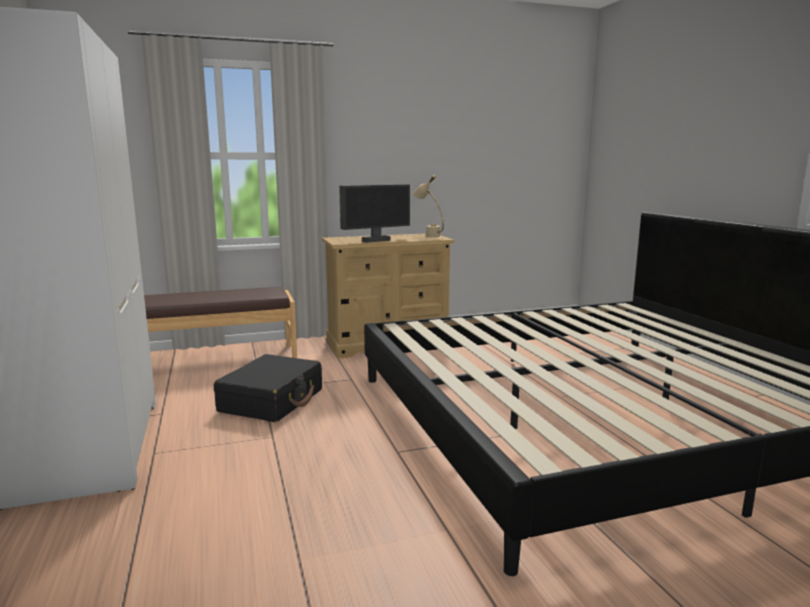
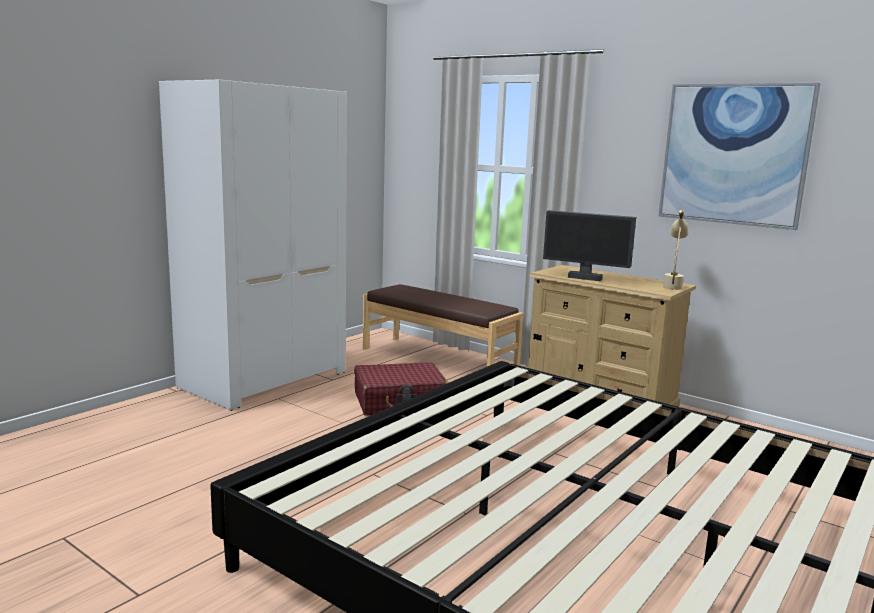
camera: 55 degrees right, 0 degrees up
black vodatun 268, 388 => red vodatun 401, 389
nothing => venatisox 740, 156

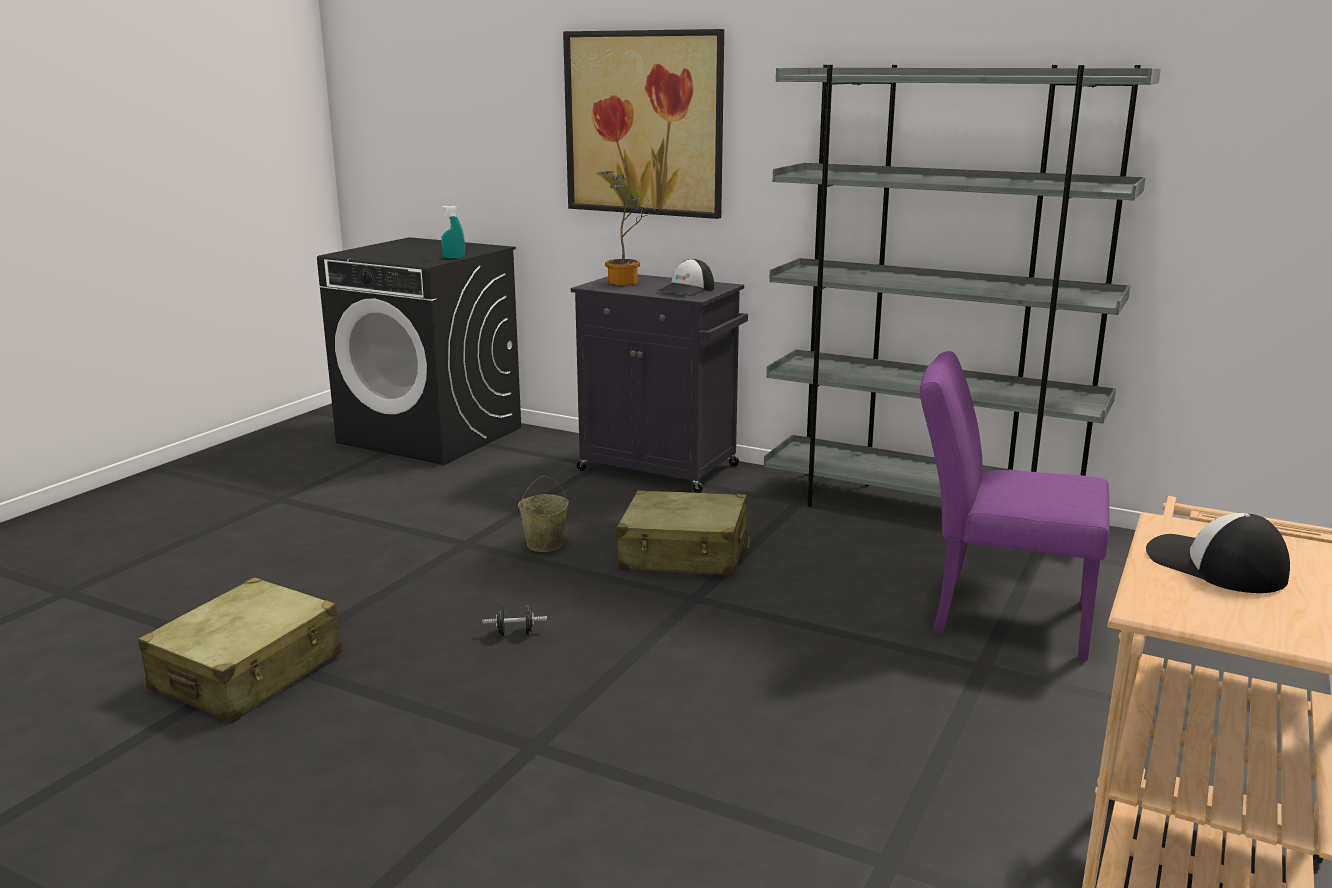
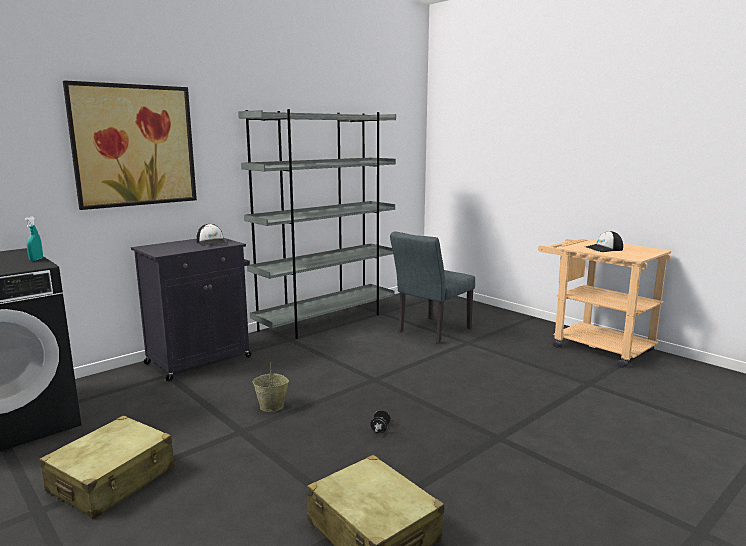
camera: 70 degrees left, 5 degrees down
beige vodatun 683, 533 => beige vodatun 107, 467, relocated
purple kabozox 1015, 505 => grey kabozox 432, 288
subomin 631, 228 => nothing

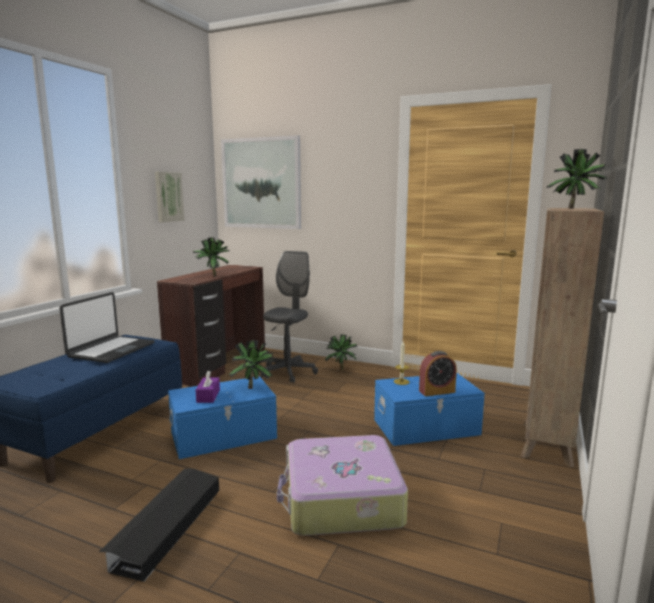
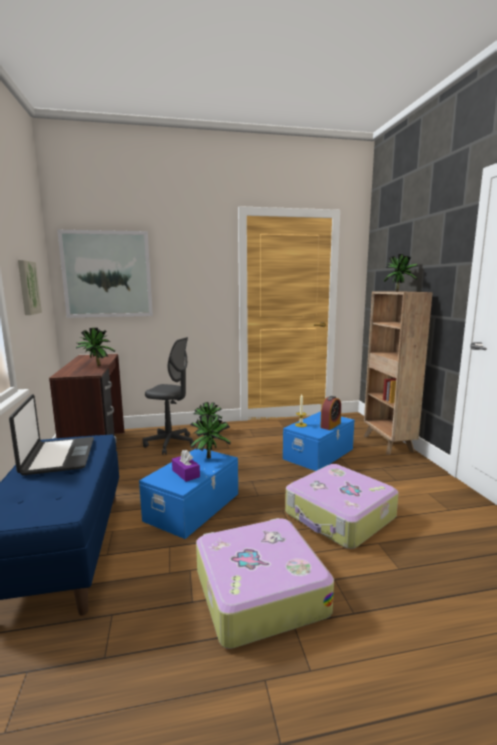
camera: 35 degrees left, 0 degrees up
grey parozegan 289, 317 => grey parozegan 169, 396, 120 degrees clockwise
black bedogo 159, 525 => vodatun 265, 583

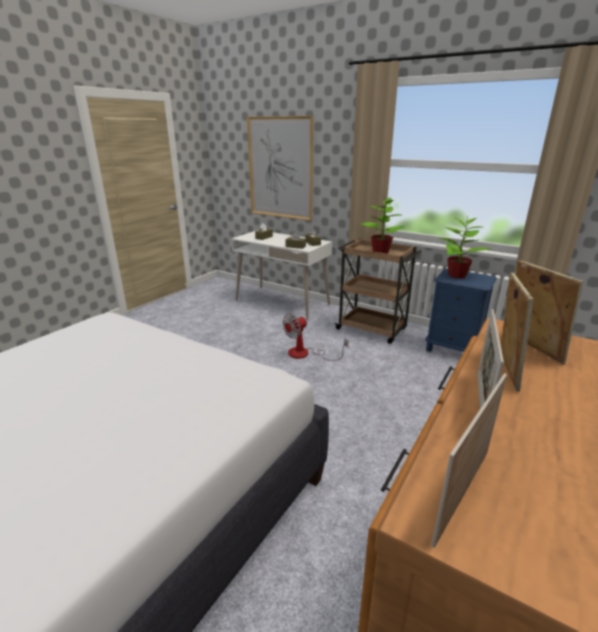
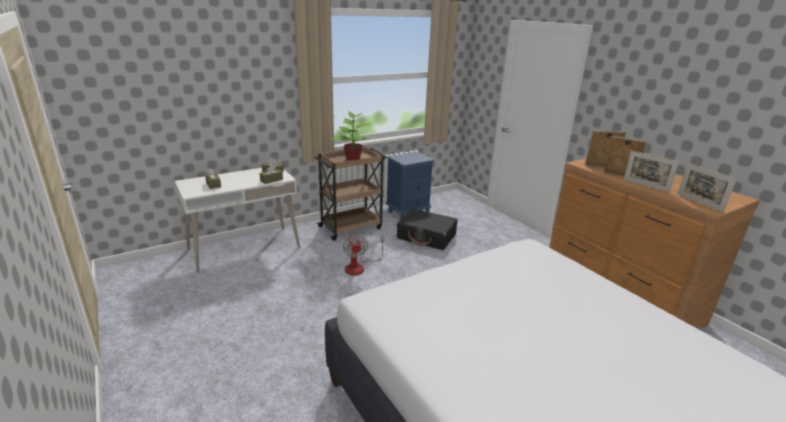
camera: 65 degrees left, 0 degrees up
nothing => black vodatun 427, 229
venatisox 280, 168 => nothing
subomin 465, 247 => nothing

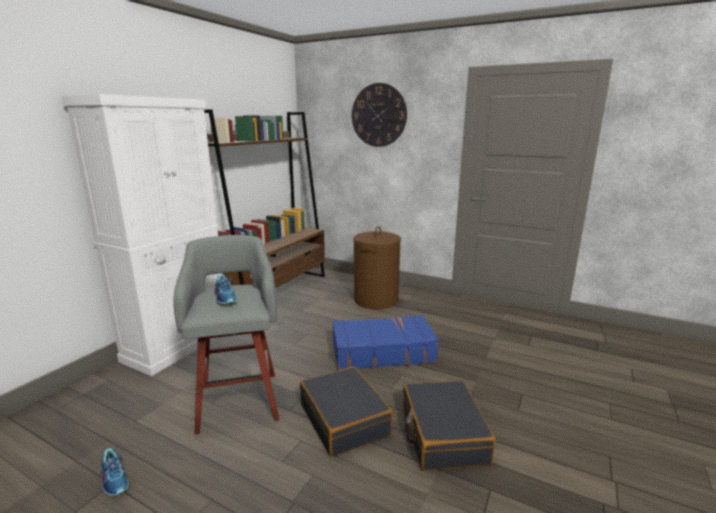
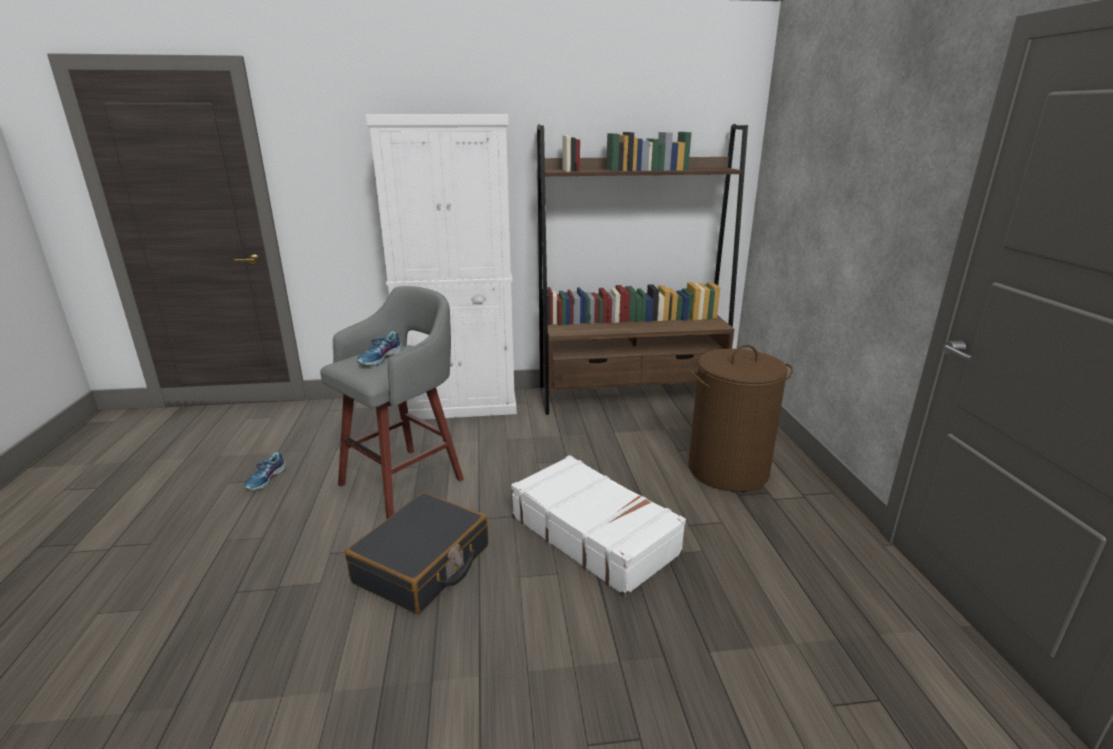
camera: 55 degrees right, 5 degrees up
blue vodatun 386, 342 => white vodatun 598, 526
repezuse 379, 115 => nothing
black vodatun 449, 425 => nothing

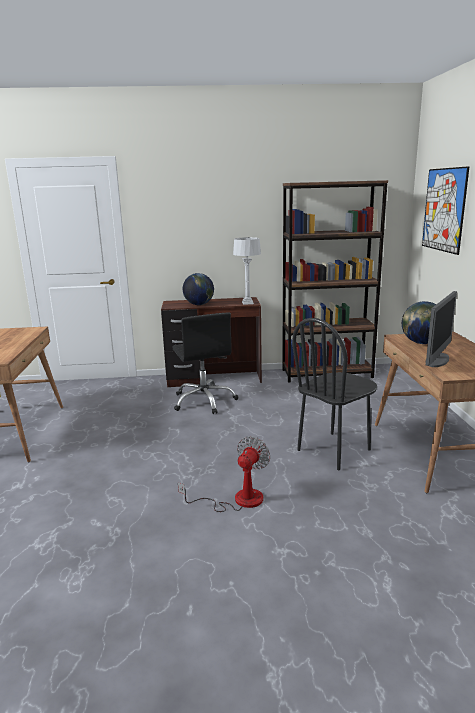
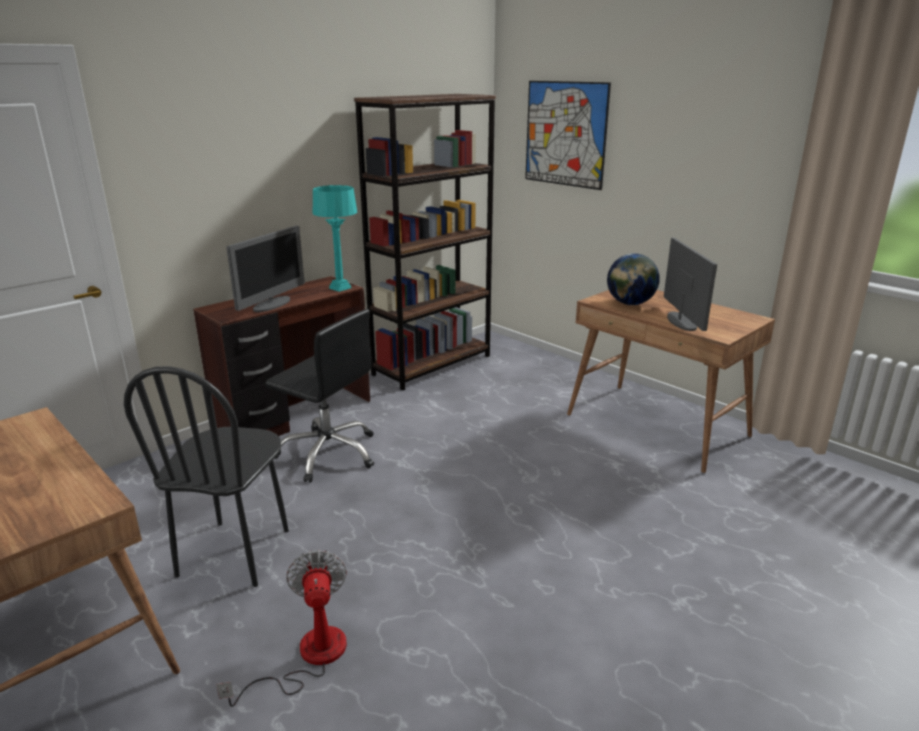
camera: 40 degrees left, 5 degrees up
black kabozox 334, 394 => black kabozox 206, 476, relocated
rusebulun 224, 474 => rusebulun 281, 628, relocated
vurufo 198, 289 => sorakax 265, 269
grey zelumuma 247, 271 => turquoise zelumuma 335, 238

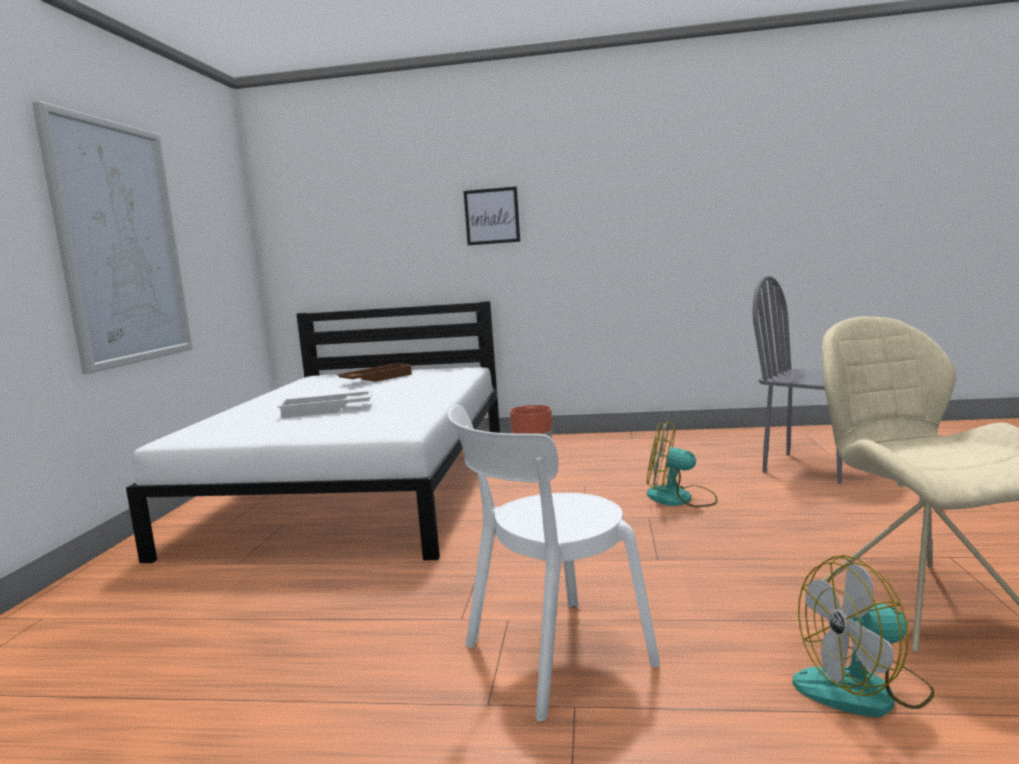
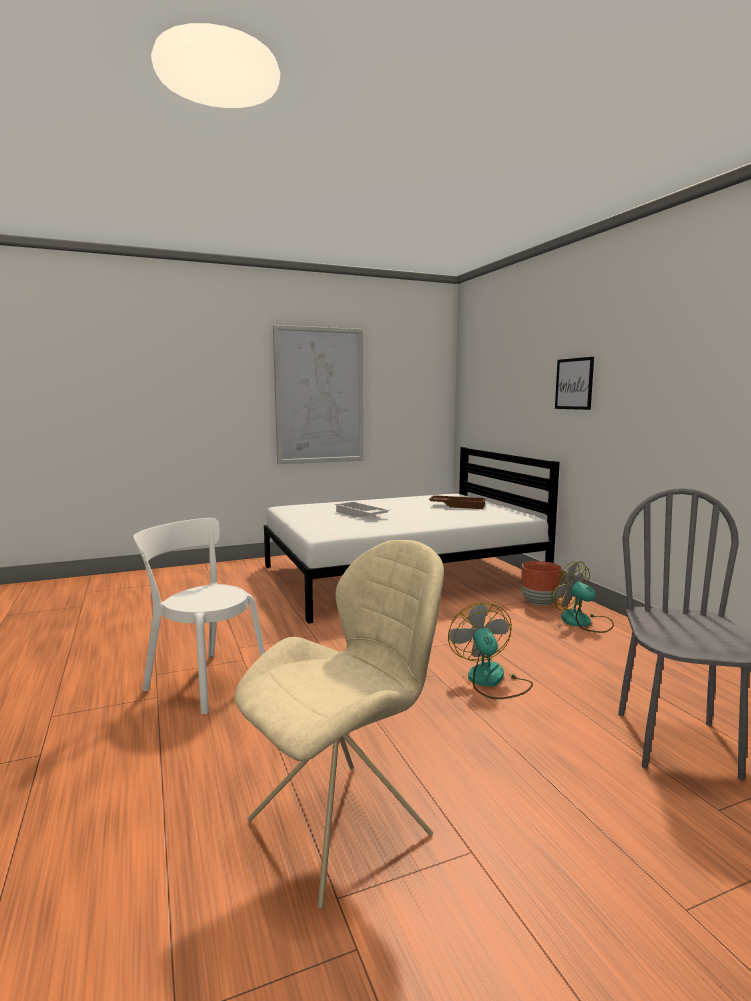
camera: 60 degrees right, 0 degrees up
rusebulun 863, 636 => rusebulun 582, 597, relocated

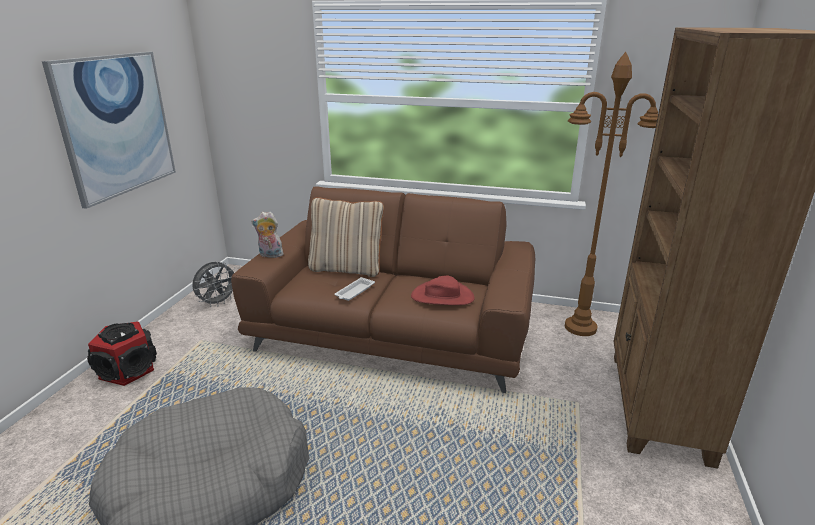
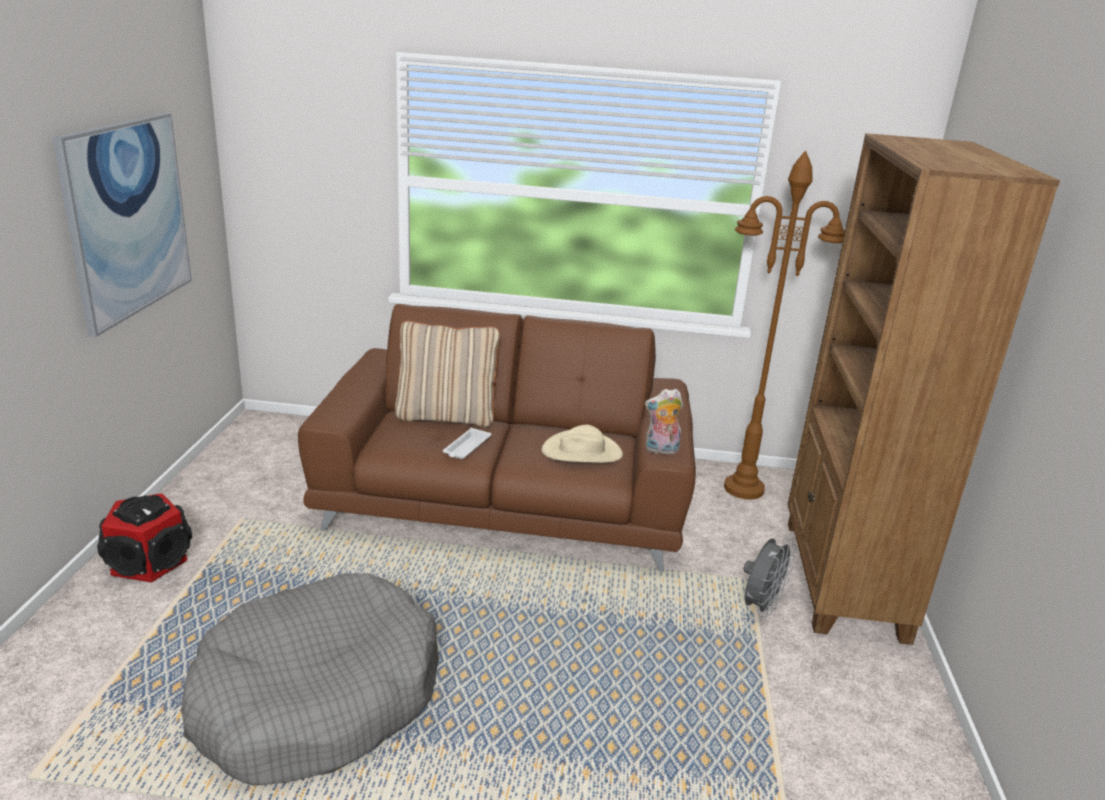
camera: 10 degrees left, 0 degrees up
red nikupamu 443, 290 => beige nikupamu 582, 444
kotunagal 268, 235 => kotunagal 664, 421, relocated
grey rusebulun 213, 284 => grey rusebulun 769, 578, relocated

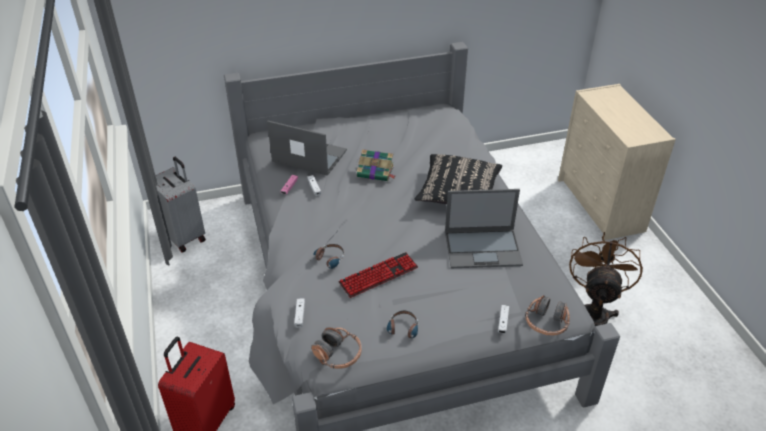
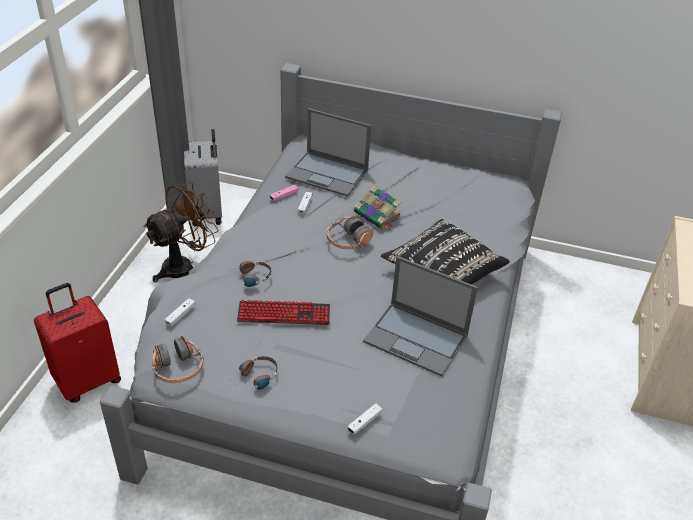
camera: 30 degrees right, 0 degrees up
brown rusebulun 606, 279 => brown rusebulun 180, 232, relocated
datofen 307, 148 => datofen 328, 152, 150 degrees clockwise
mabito 547, 315 => mabito 350, 232, relocated

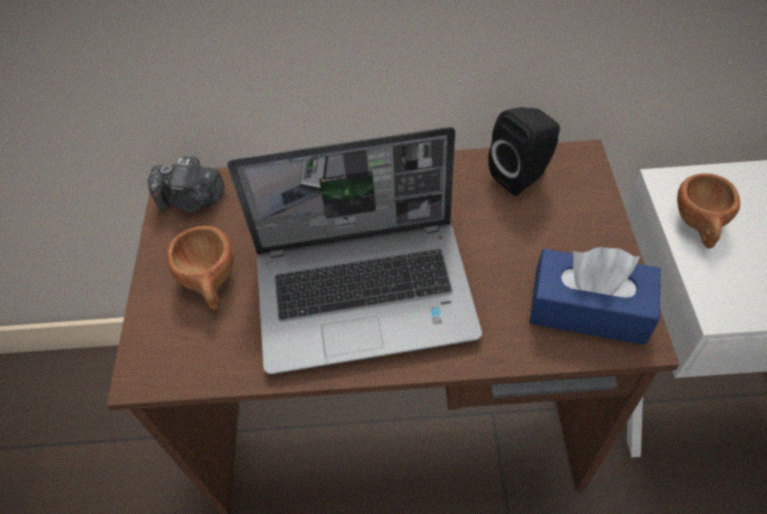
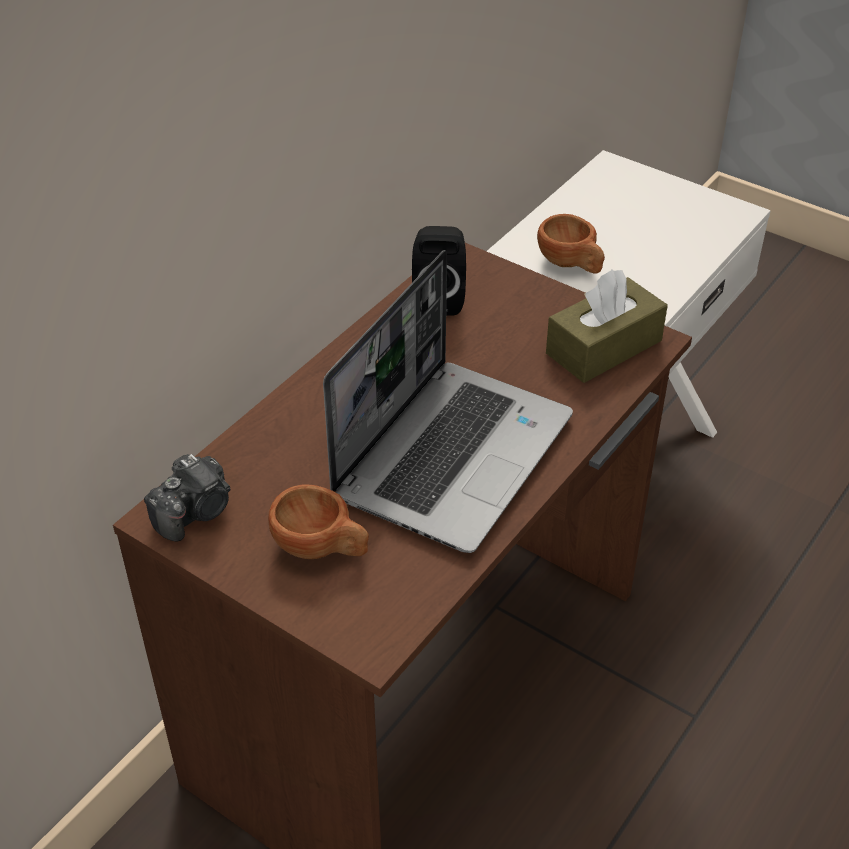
camera: 55 degrees left, 10 degrees down
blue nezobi 595, 296 => brown nezobi 607, 326

